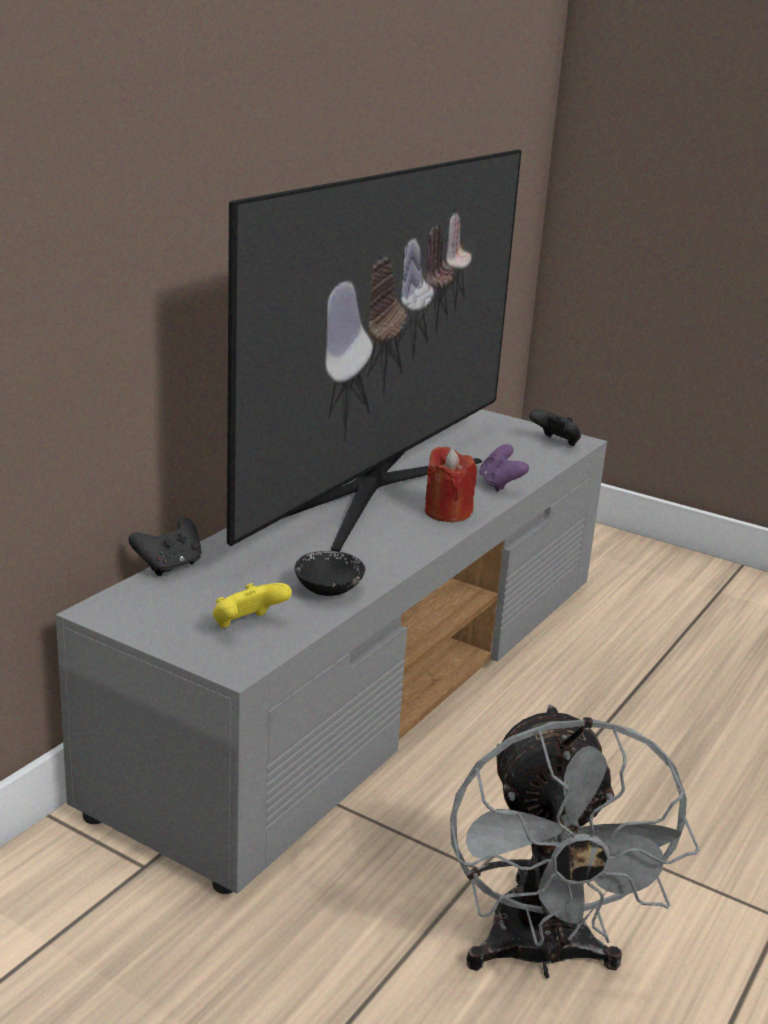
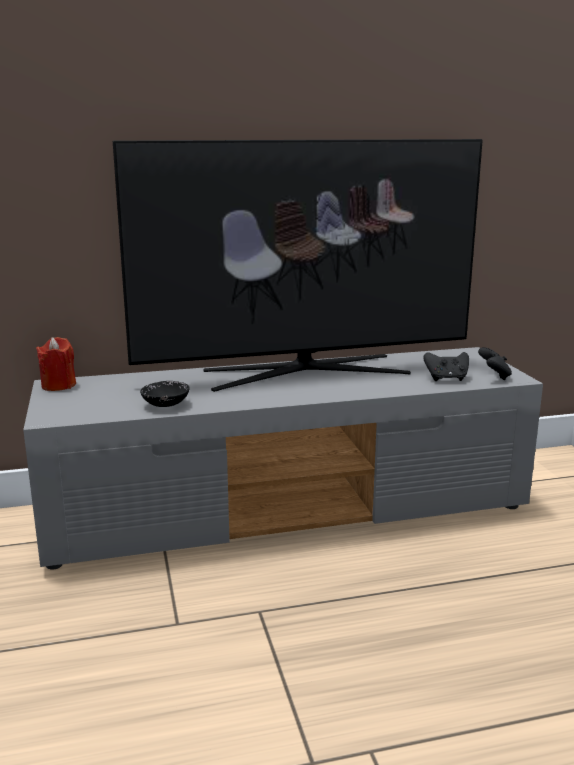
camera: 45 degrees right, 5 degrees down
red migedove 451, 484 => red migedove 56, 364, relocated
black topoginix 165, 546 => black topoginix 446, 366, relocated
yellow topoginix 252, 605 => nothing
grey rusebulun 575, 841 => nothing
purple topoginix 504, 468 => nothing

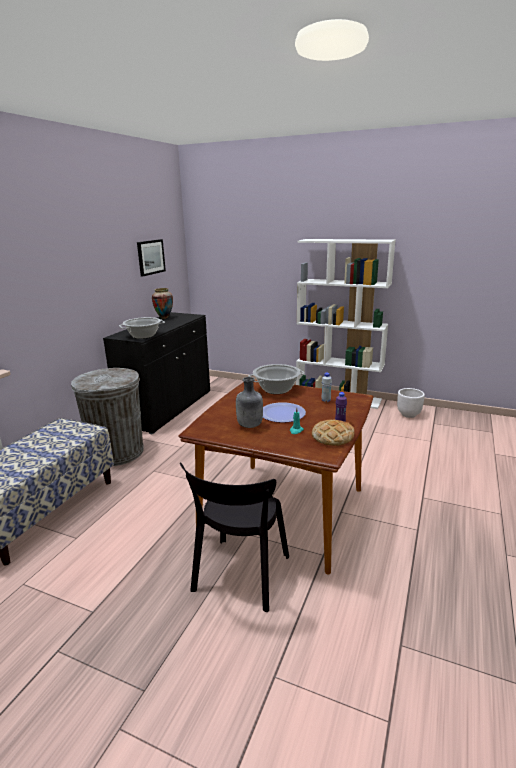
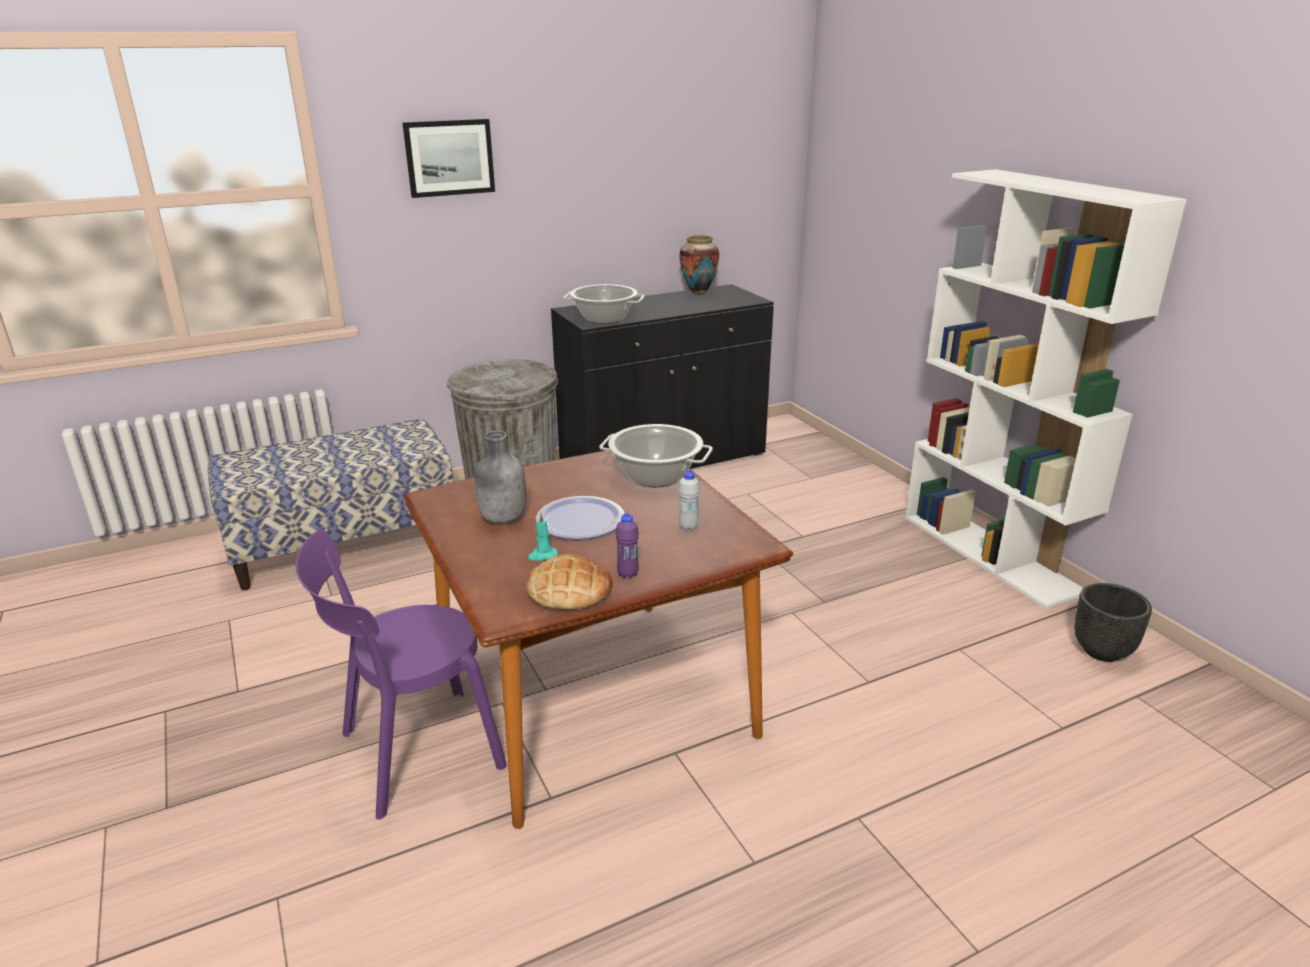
camera: 40 degrees right, 5 degrees up
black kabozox 234, 537 => purple kabozox 401, 674
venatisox 151, 258 => venatisox 449, 158, relocated
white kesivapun 411, 403 => black kesivapun 1113, 622

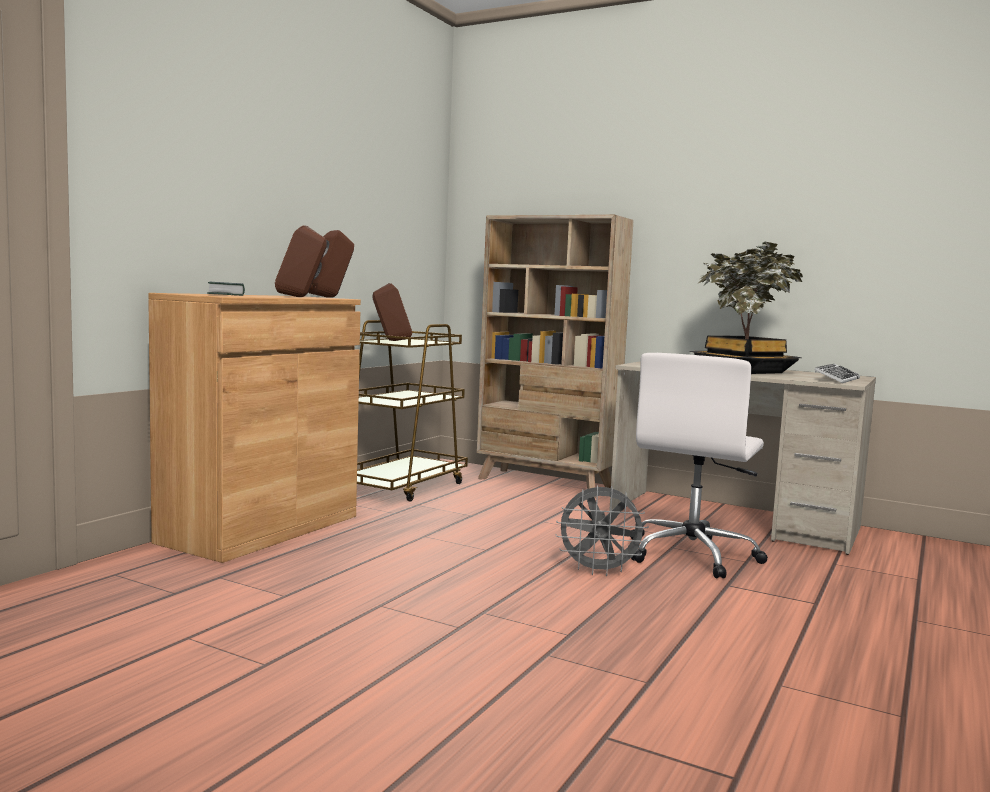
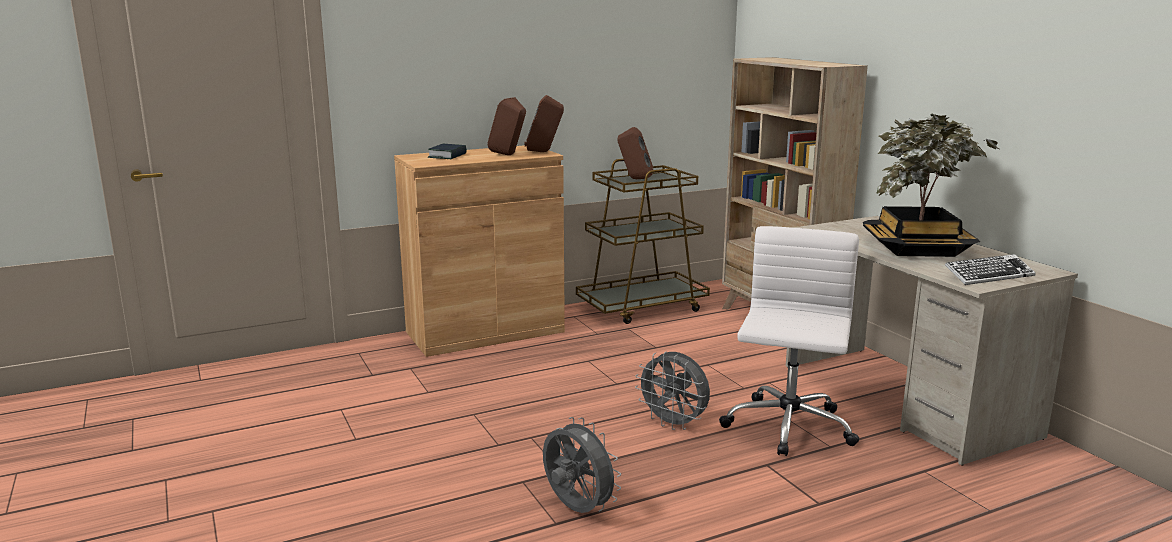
camera: 35 degrees right, 10 degrees up
nothing => grey rusebulun 582, 465
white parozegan 699, 465 => white parozegan 789, 341, 135 degrees clockwise

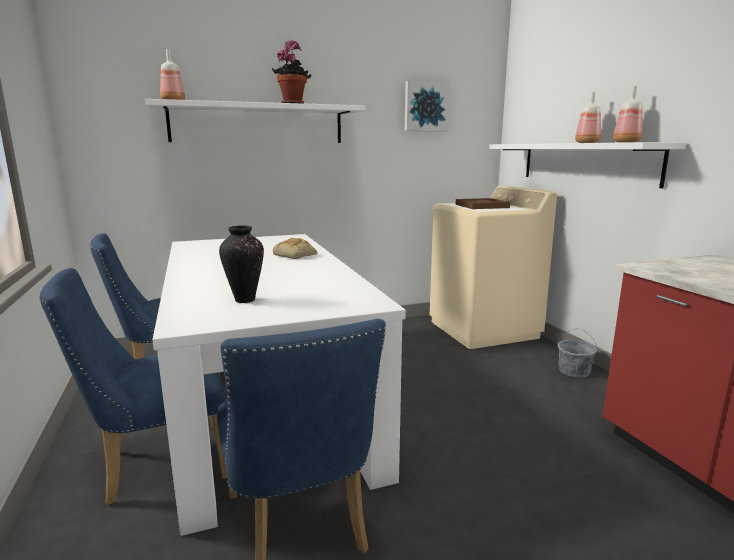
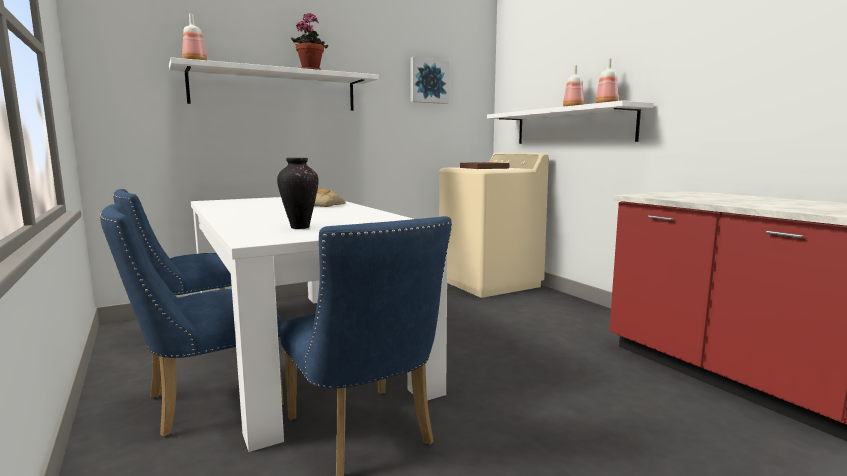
camera: 10 degrees left, 5 degrees down
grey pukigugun 577, 353 => nothing

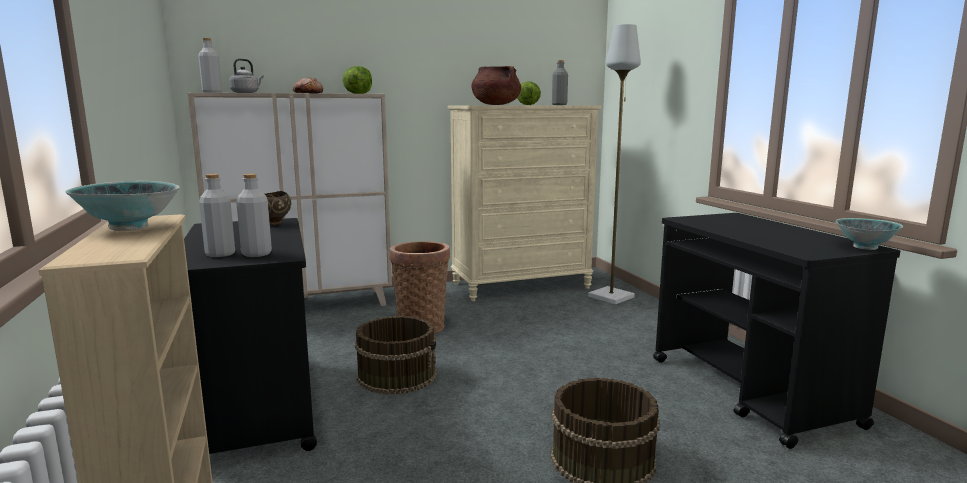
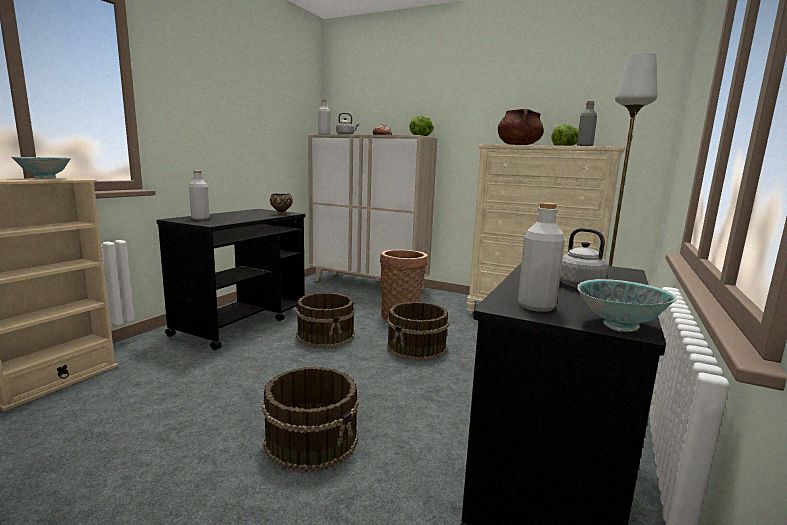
camera: 45 degrees right, 0 degrees up
nothing => brown pukigugun 418, 331
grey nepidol 254, 215 => grey nepidol 541, 257, relocated
nothing => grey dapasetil 584, 258

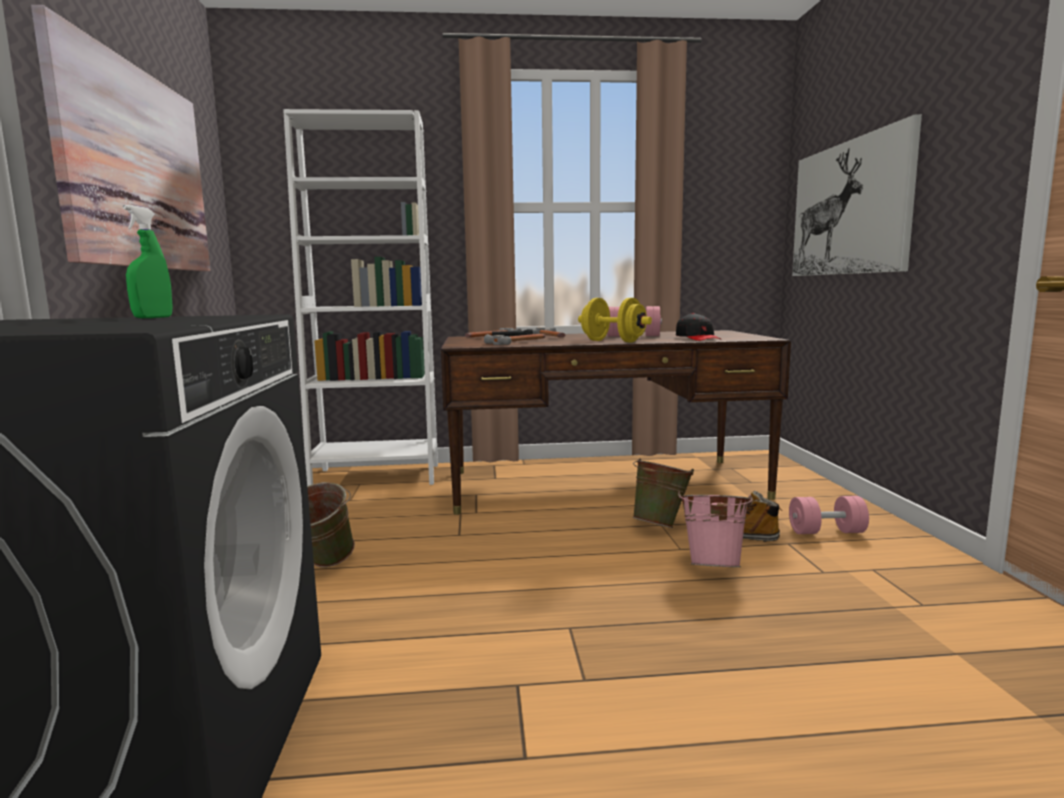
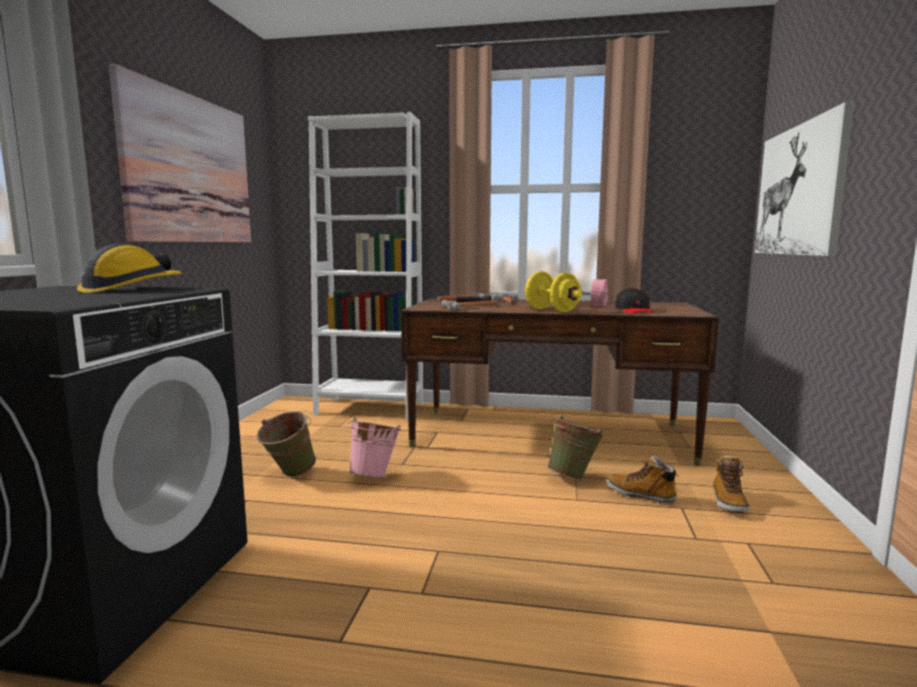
camera: 15 degrees right, 0 degrees up
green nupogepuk 147, 261 => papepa 129, 268
pink pukigugun 715, 529 => pink pukigugun 374, 448, relocated
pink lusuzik 829, 515 => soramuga 731, 484

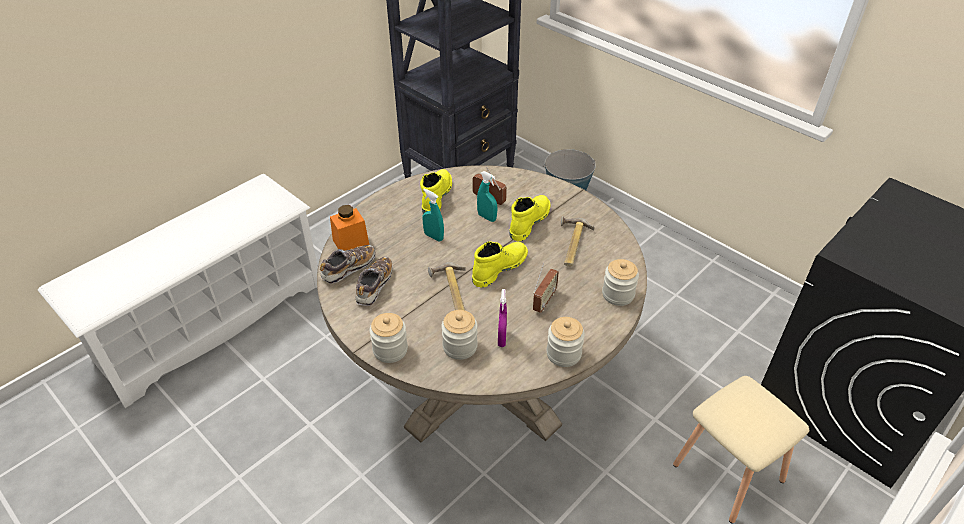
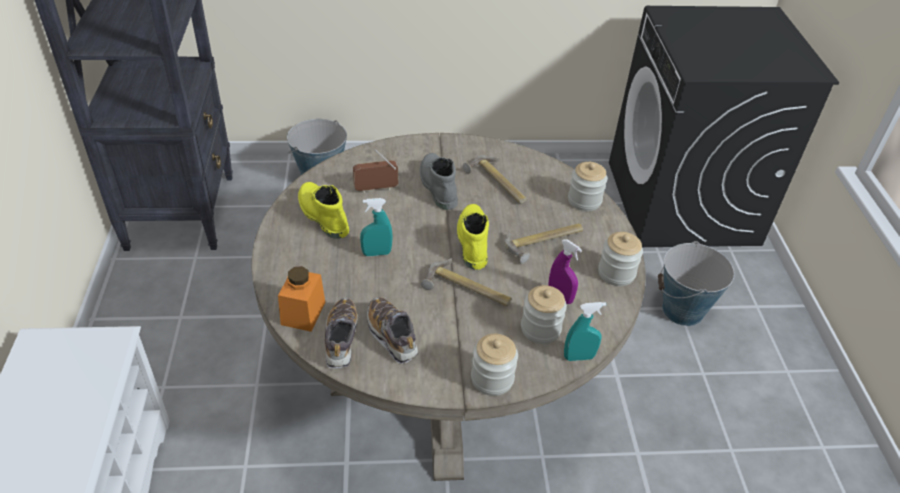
camera: 50 degrees left, 0 degrees up
yellow soramuga 529, 218 => grey soramuga 439, 181
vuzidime 546, 288 => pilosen 543, 243
turquoise nupogepuk 487, 196 => turquoise nupogepuk 585, 331, relocated
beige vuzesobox 741, 450 => pukigugun 696, 283

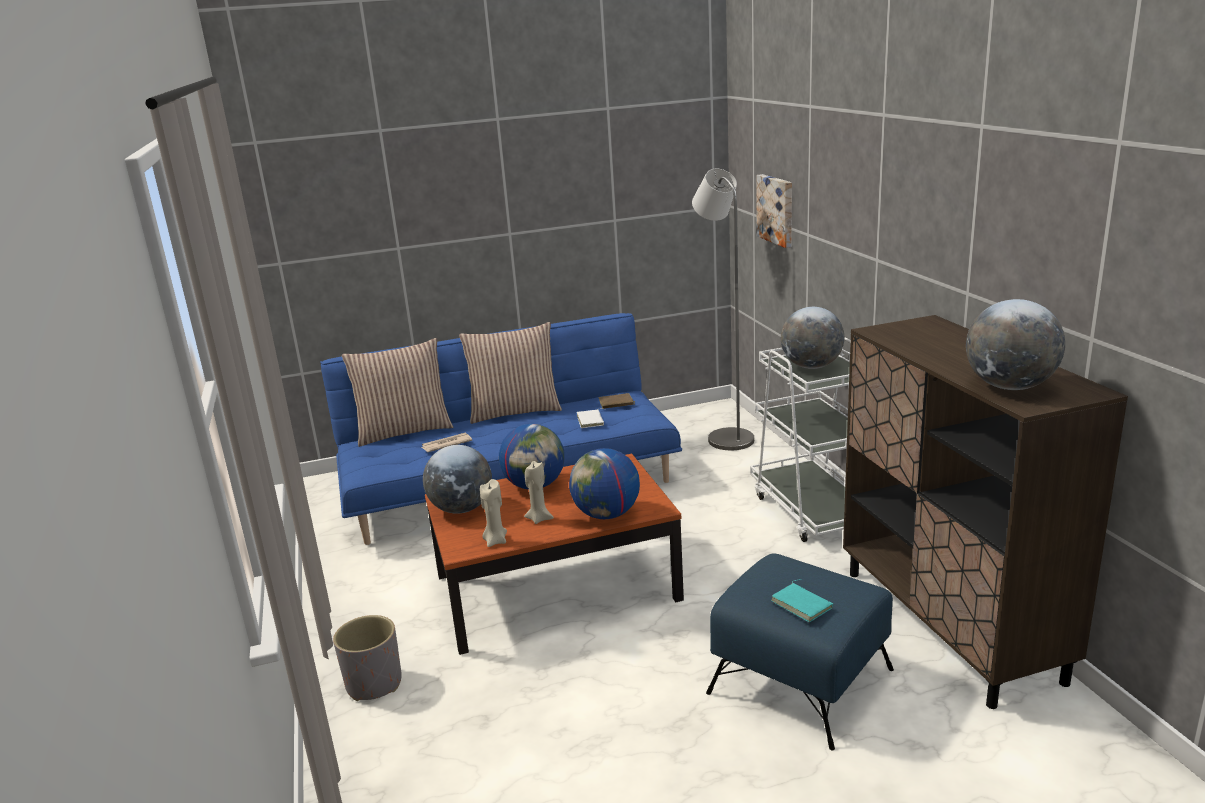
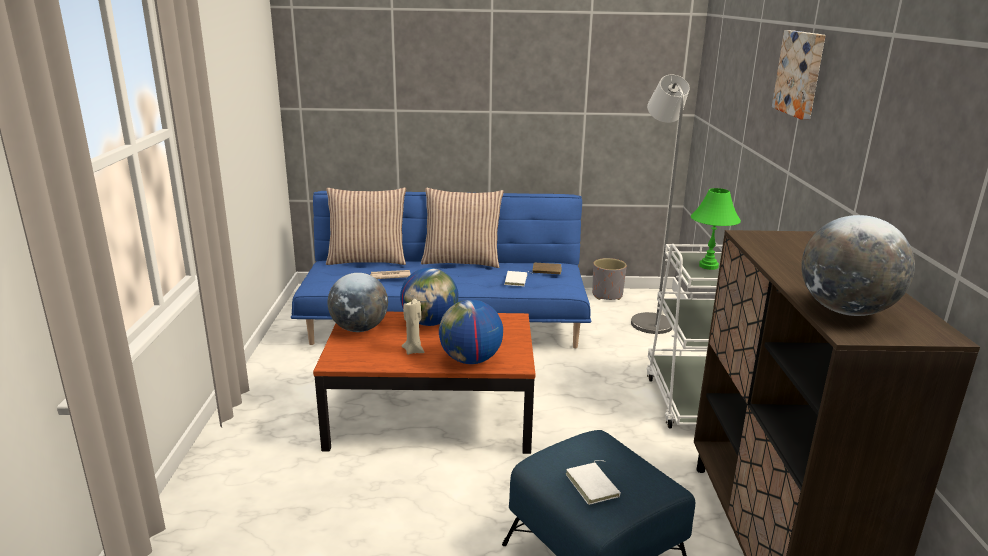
camera: 15 degrees right, 0 degrees up
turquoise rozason 802, 600 => white rozason 593, 482
grey kesivapun 367, 658 => grey kesivapun 609, 279, relocated
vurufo 812, 338 => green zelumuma 716, 229
venatisox 774, 211 => venatisox 799, 75, relocated
beige migedove 493, 513 => nothing

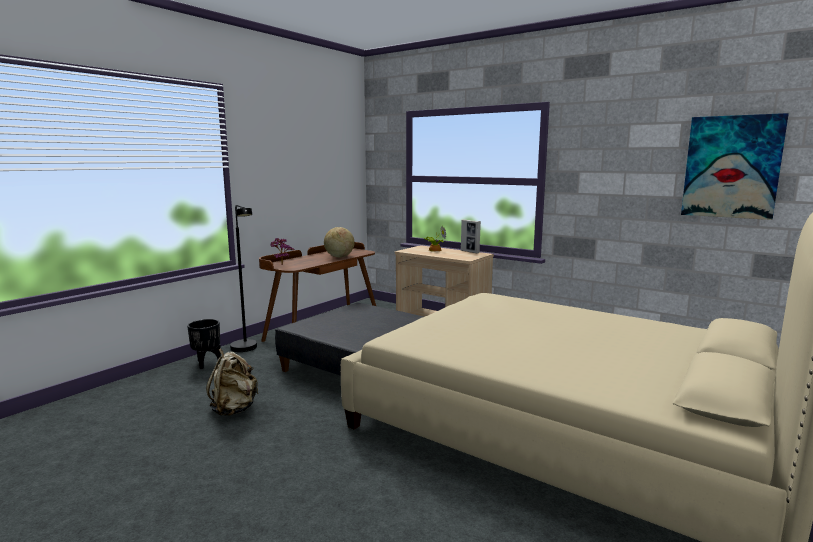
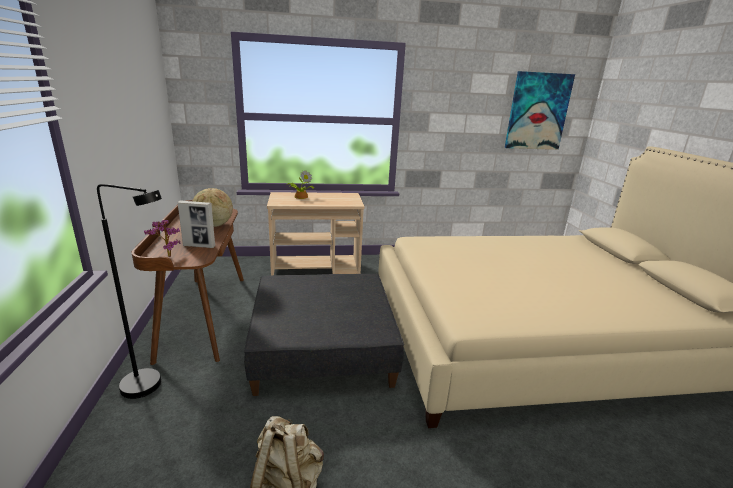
camera: 45 degrees left, 10 degrees up
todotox 471, 236 => todotox 196, 224, relocated
black kesivapun 204, 344 => nothing

